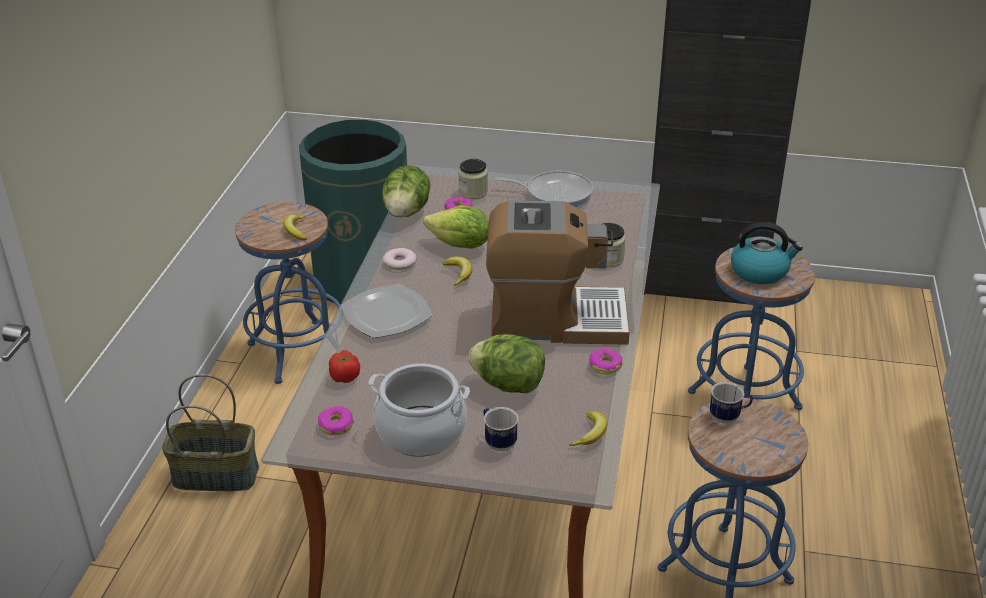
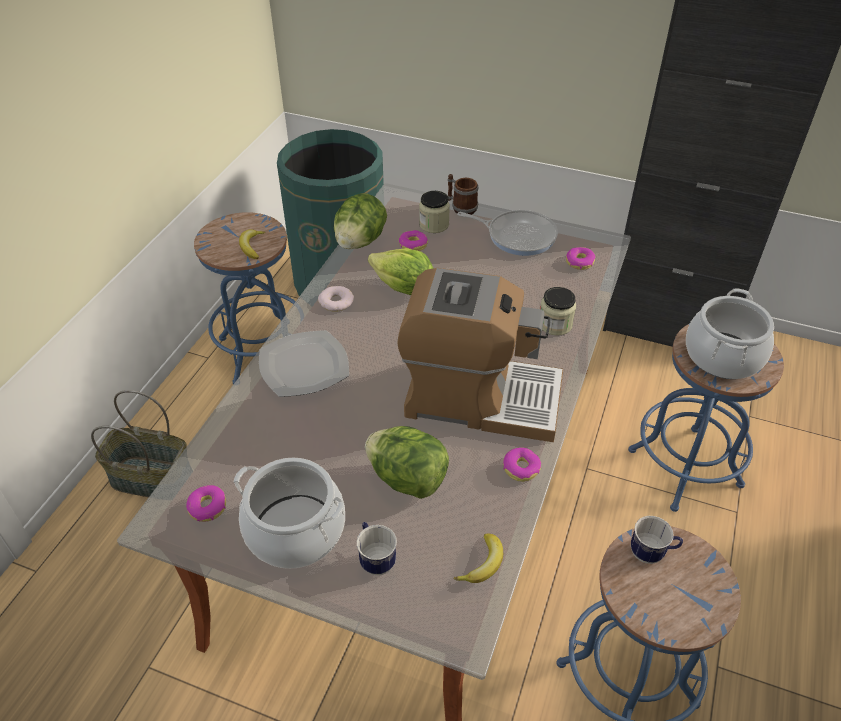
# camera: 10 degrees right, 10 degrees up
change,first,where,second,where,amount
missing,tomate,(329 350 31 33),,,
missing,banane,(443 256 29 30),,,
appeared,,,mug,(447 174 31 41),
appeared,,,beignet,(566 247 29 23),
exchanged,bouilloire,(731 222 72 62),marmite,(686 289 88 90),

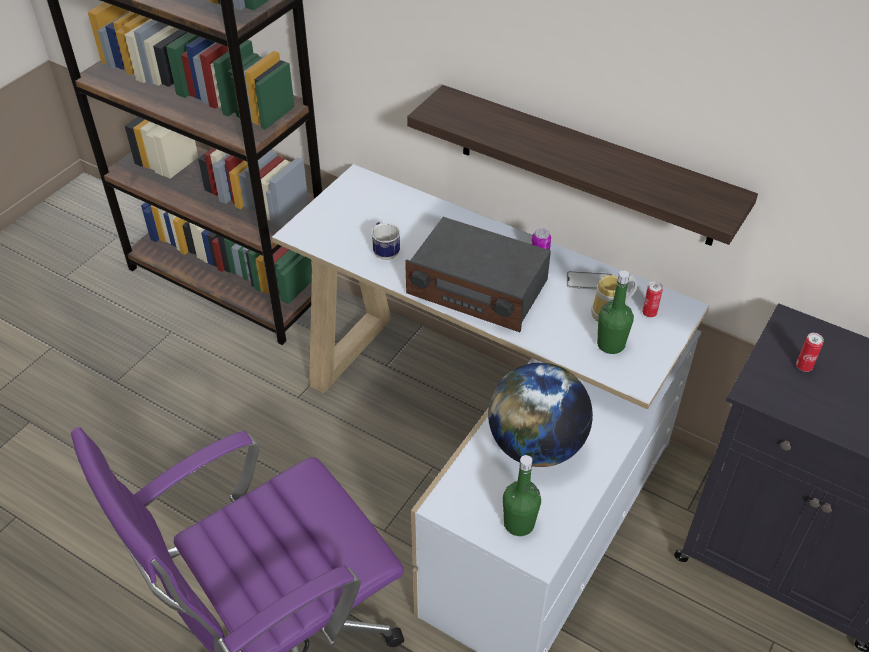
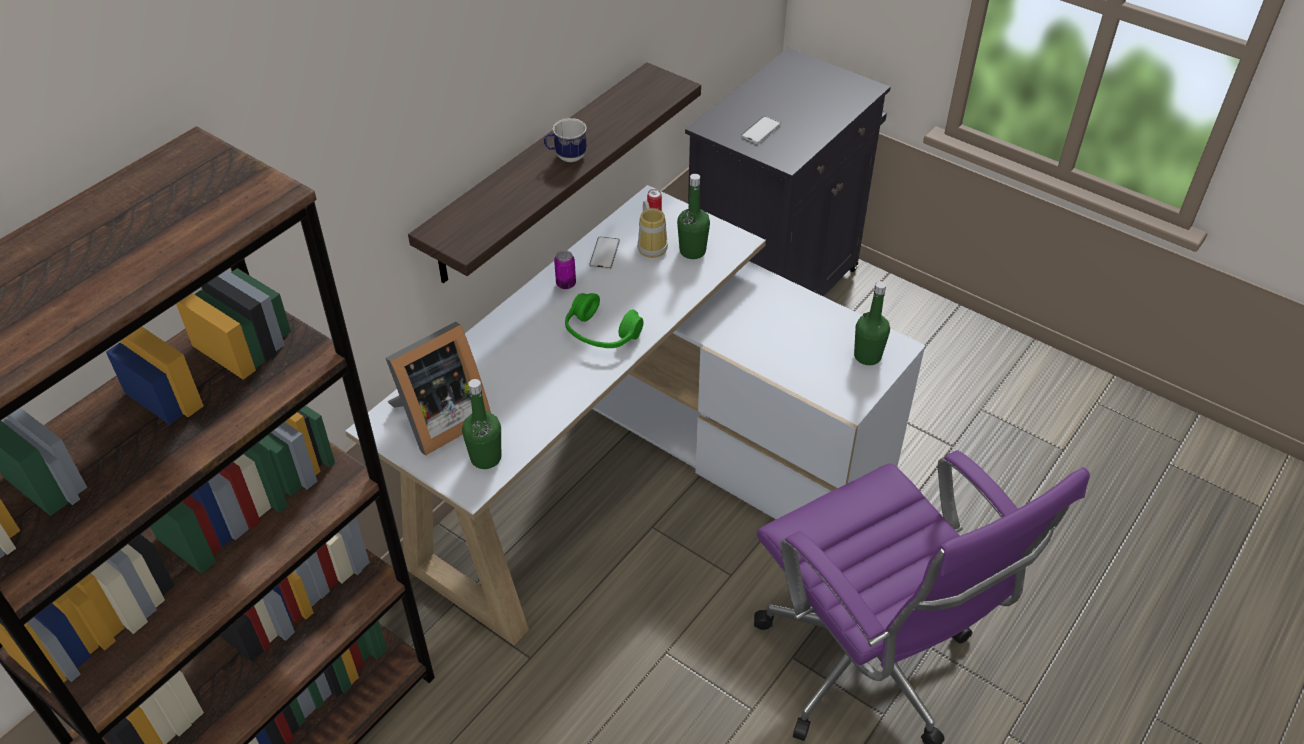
# camera: 85 degrees left, 0 degrees up
change,first,where,second,where,amount
missing,globe,(488 363 105 104),,,
appeared,,,cadre photo,(386 322 105 134),
appeared,,,bouteille [vert],(462 379 39 90),
relocated,mug,(371 222 29 38),,(544 118 43 44),
exchanged,radio,(405 217 146 115),casque audio [vert],(565 293 78 55),
exchanged,boîte métallique,(796 333 28 39),téléphone,(741 116 40 28),

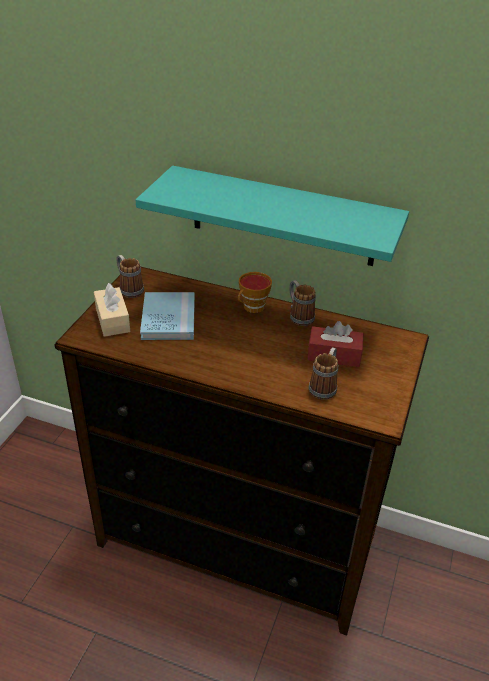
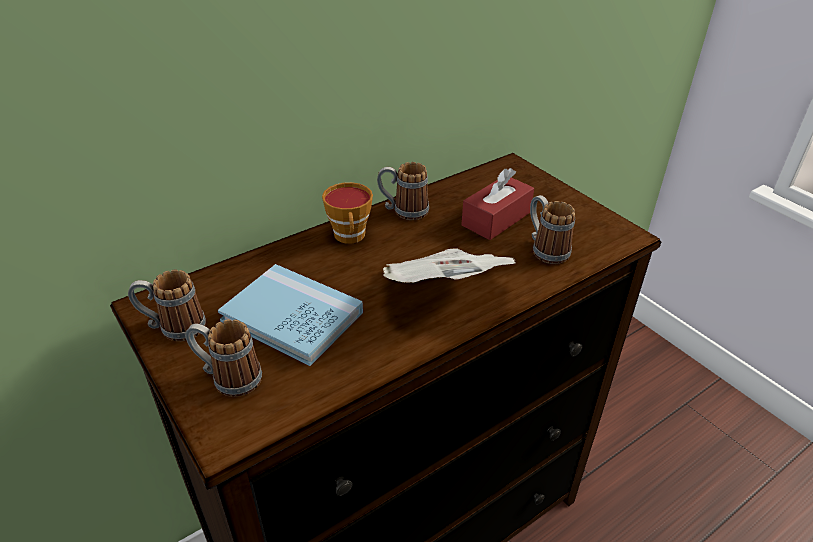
# camera: 55 degrees left, 0 degrees up
change,first,where,second,where,amount
missing,étagère [turquoise],(136 166 273 100),,,
appeared,,,journal,(383 248 132 35),
exchanged,boîte à mouchoirs [beige],(94 283 36 54),mug,(185 319 77 78),

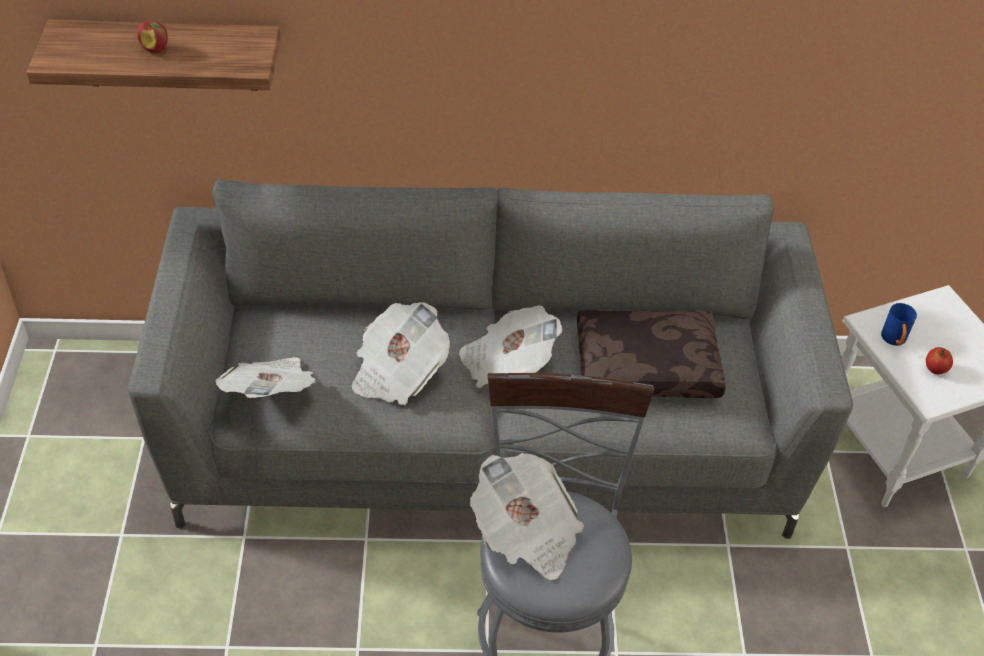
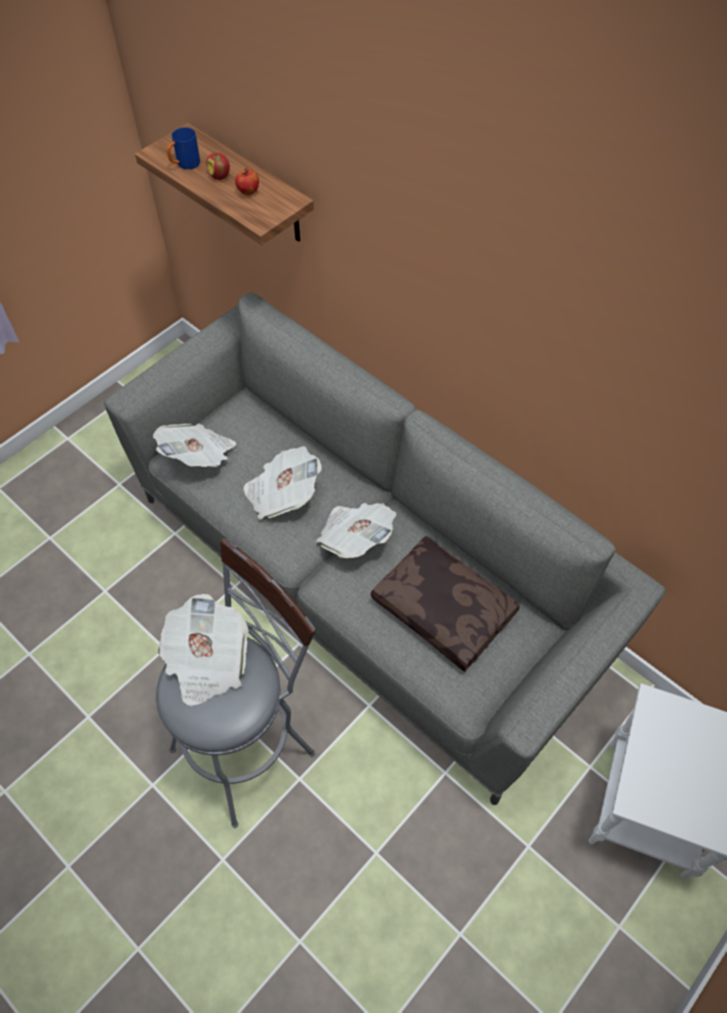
# camera: 45 degrees right, 10 degrees up
change,first,where,second,where,amount
relocated,mug [bleu],(881 303 36 43),,(167 128 33 41),
relocated,pomme,(926 347 27 27),,(235 168 24 27),

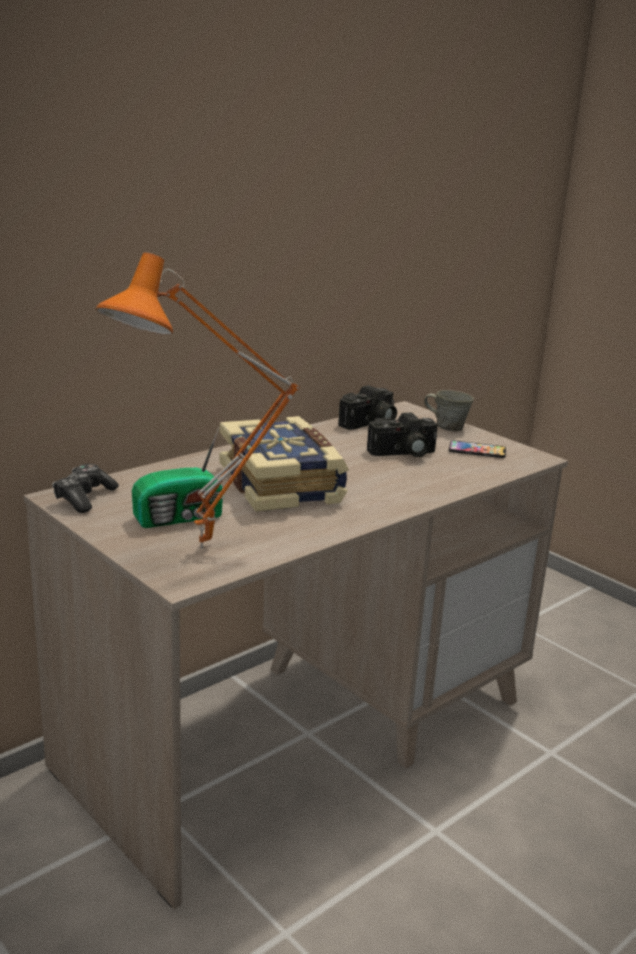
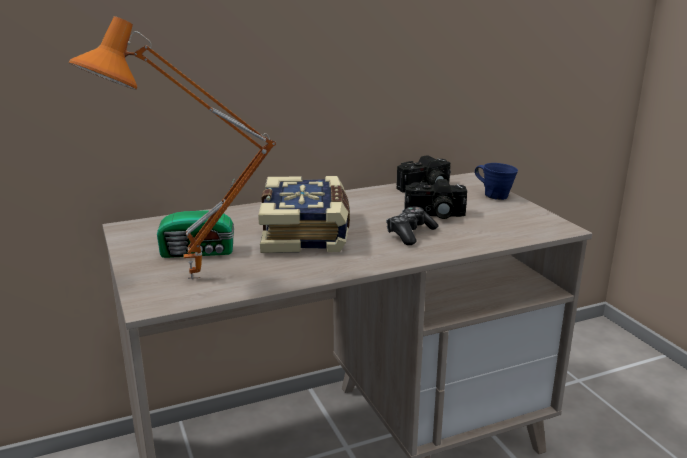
# camera: 20 degrees right, 0 degrees up
change,first,where,second,where,amount
missing,téléphone,(449 441 57 17),,,
relocated,manette,(52 464 67 49),,(386 207 52 38),
colour,mug [gris],(424 390 50 41),mug [bleu],(475 163 43 37),

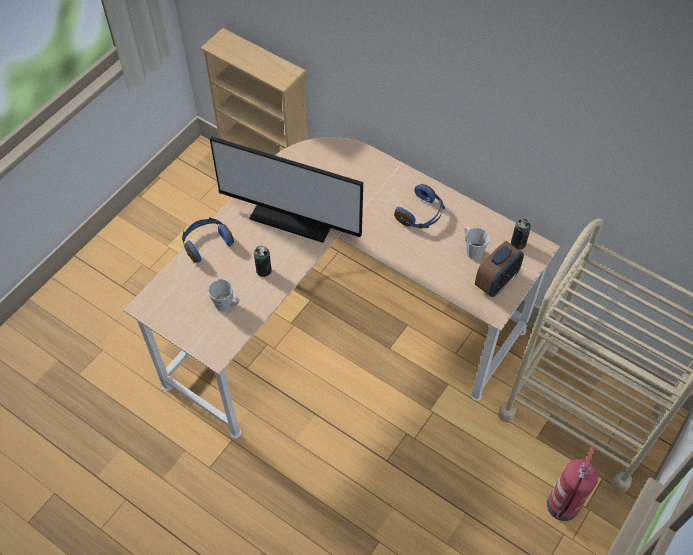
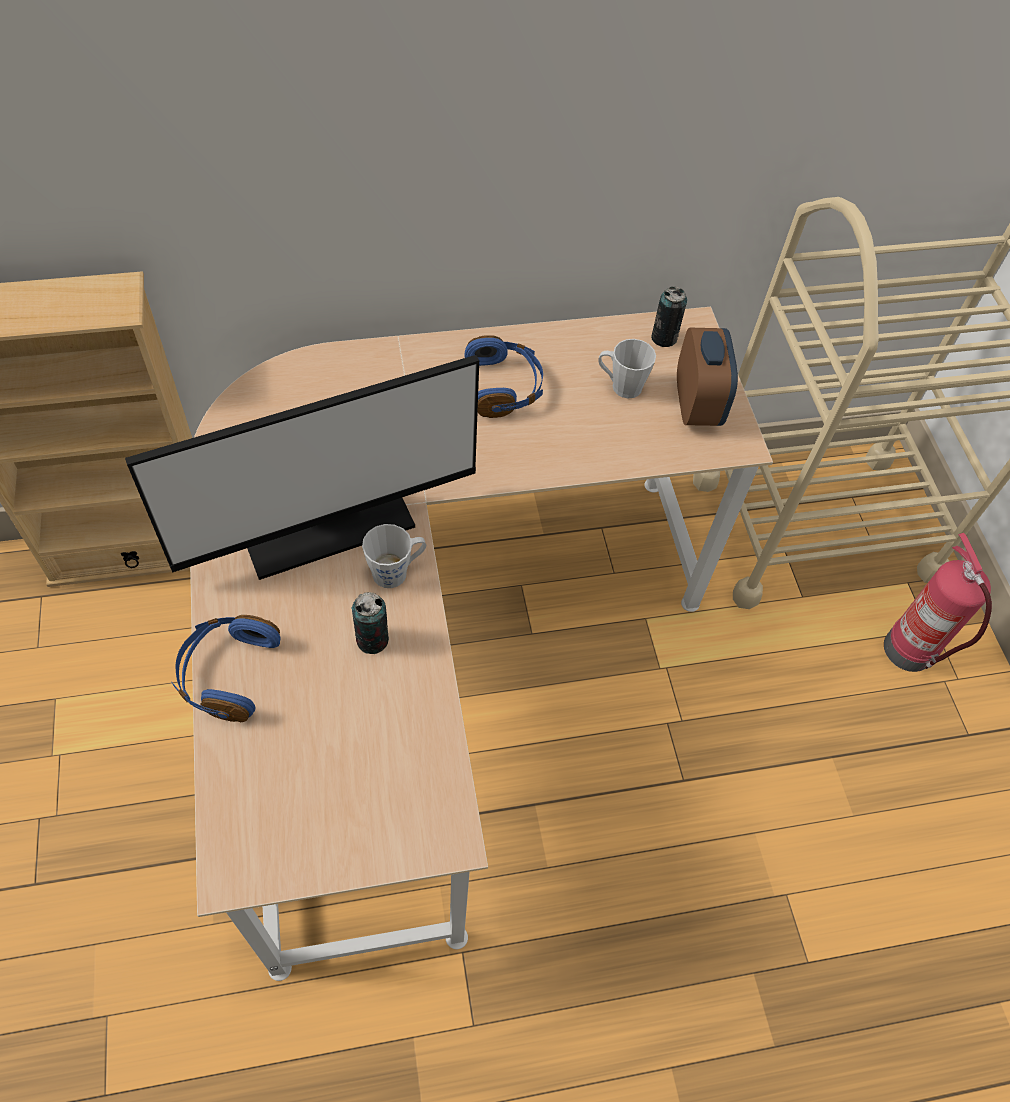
# camera: 50 degrees left, 0 degrees up
change,first,where,second,where,amount
relocated,mug [gris],(208 279 32 32),,(362 524 64 64),

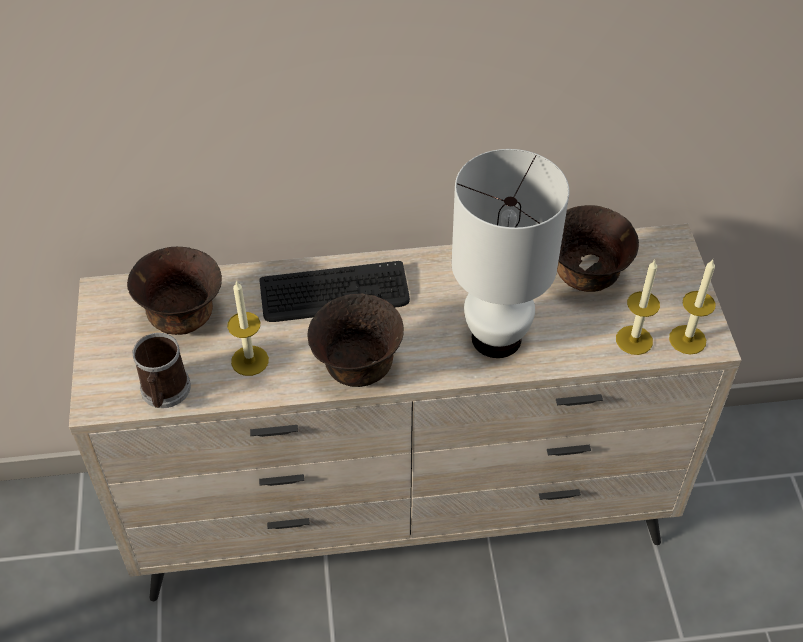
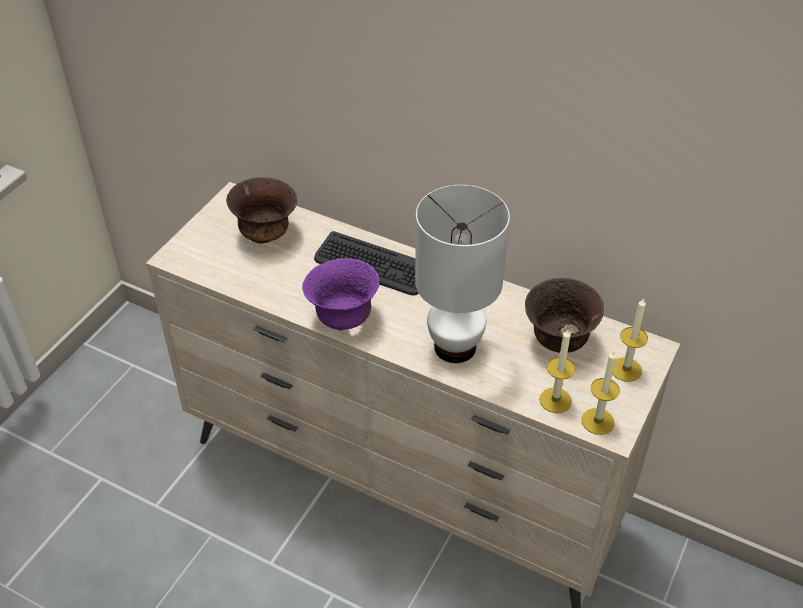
# camera: 35 degrees right, 5 degrees down
change,first,where,second,where,amount
missing,mug,(132 333 59 75),,,
relocated,bougie,(227 280 42 96),,(613 297 35 85),
colour,bol [marron],(307 294 97 93),bol [violet],(302 258 77 73),

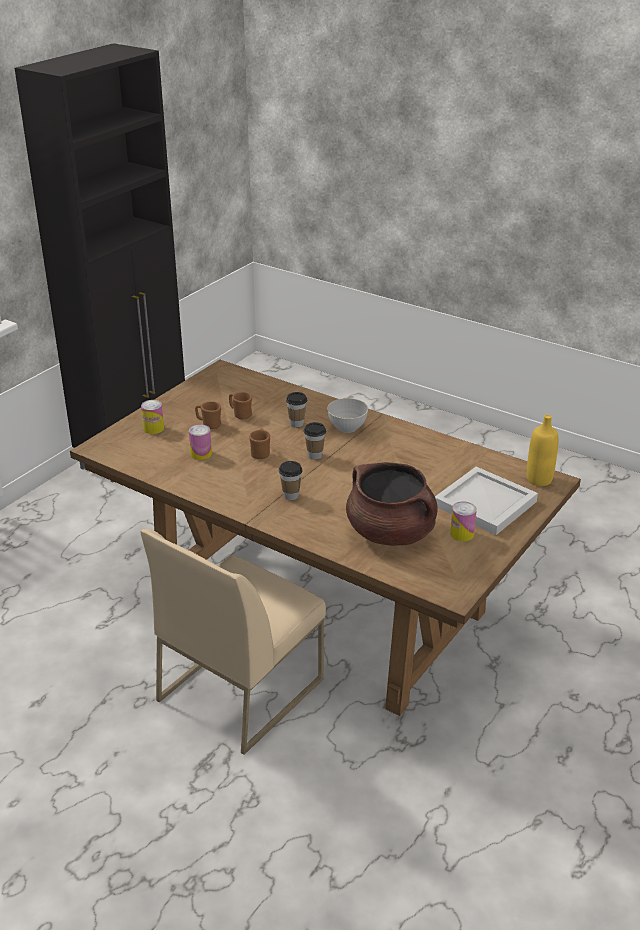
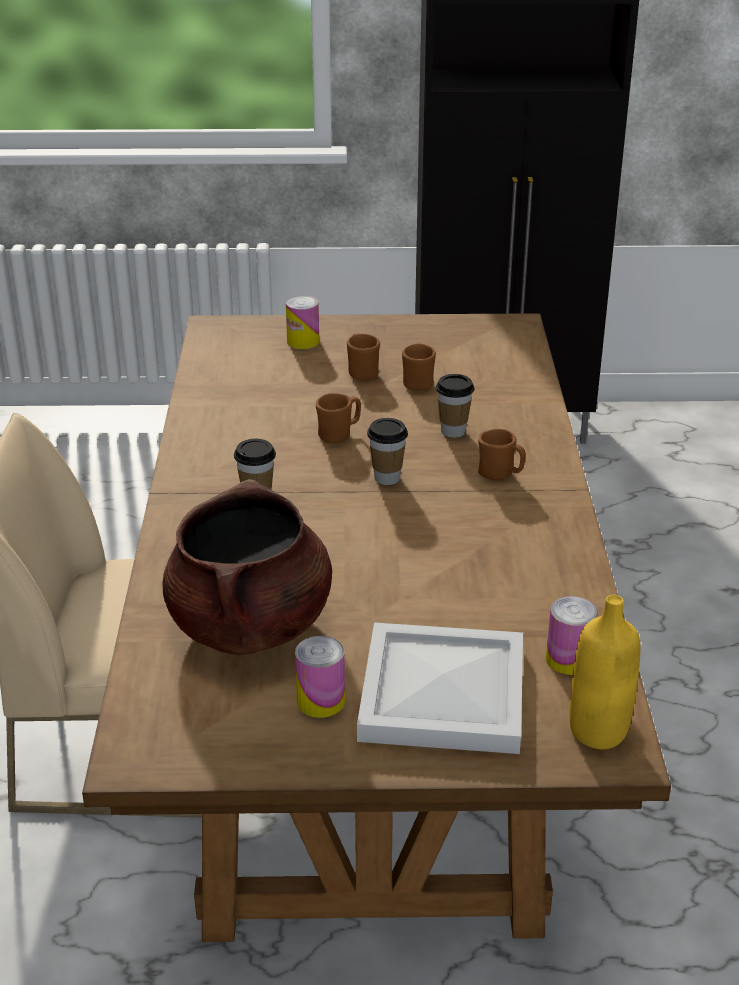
# camera: 55 degrees right, 0 degrees up
change,first,where,second,where,amount
relocated,boîte métallique,(189 425 23 35),,(546 596 52 79),
exchanged,bol [gris],(327 398 41 35),mug [marron],(478 429 48 51),

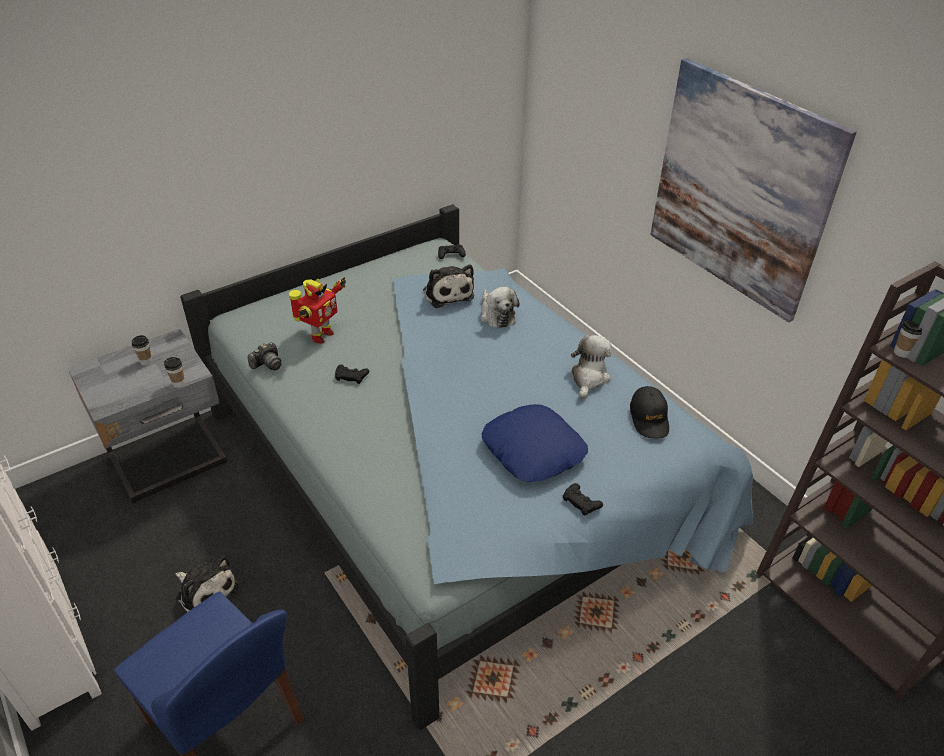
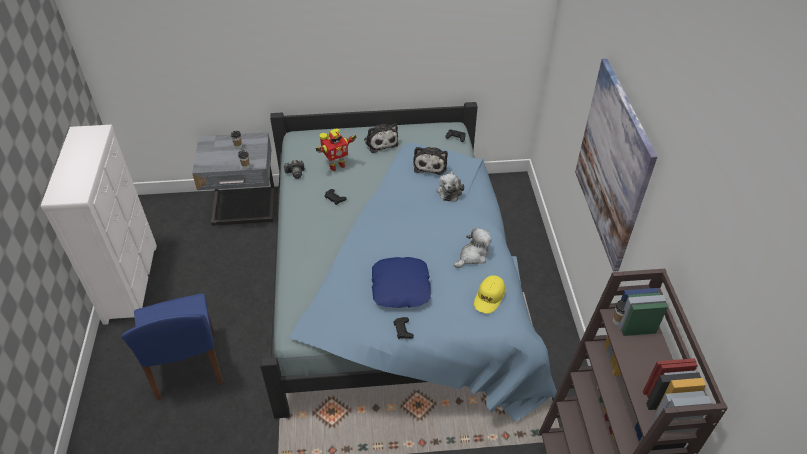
# camera: 30 degrees right, 5 degrees up
change,first,where,second,where,amount
relocated,peluche,(176 555 62 57),,(364 123 34 30),
colour,casquette [noir],(630 386 39 52),casquette [jaune],(474 275 31 39),

